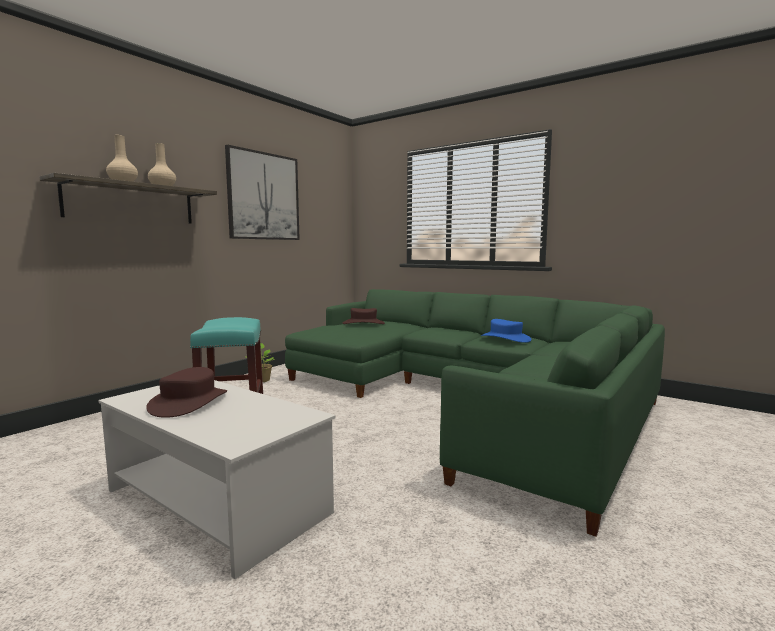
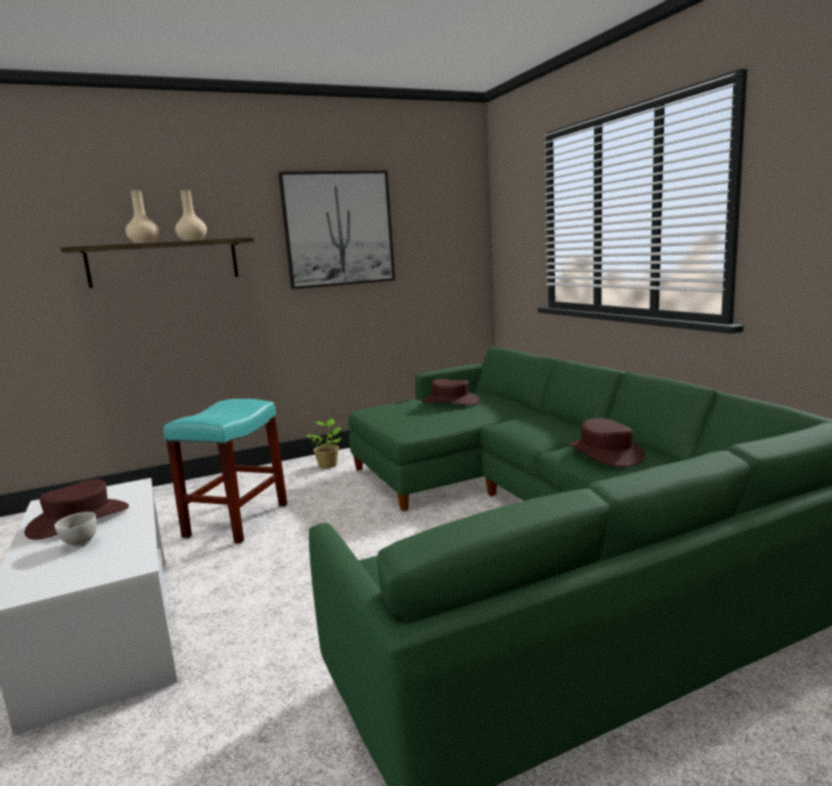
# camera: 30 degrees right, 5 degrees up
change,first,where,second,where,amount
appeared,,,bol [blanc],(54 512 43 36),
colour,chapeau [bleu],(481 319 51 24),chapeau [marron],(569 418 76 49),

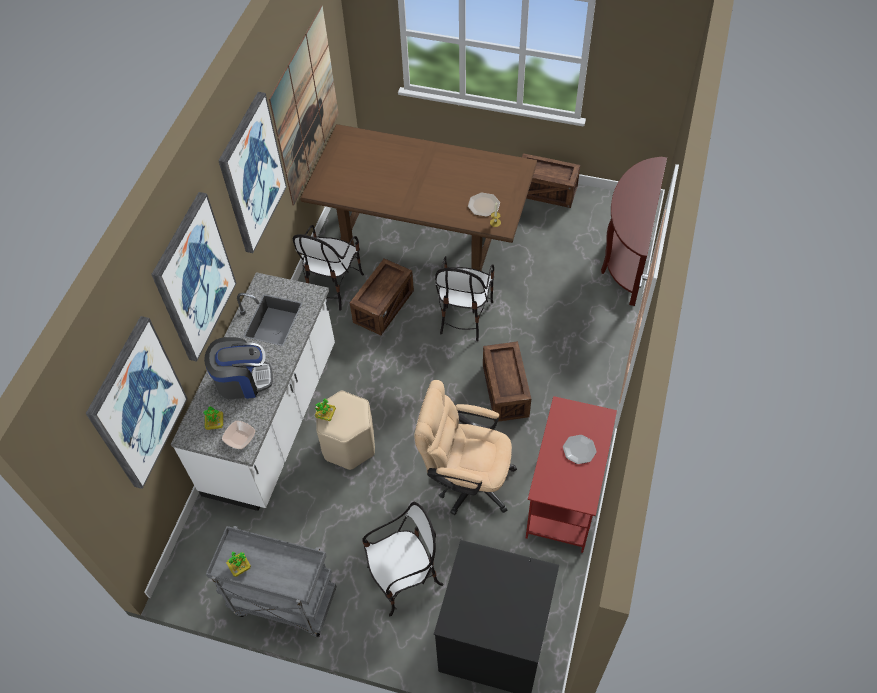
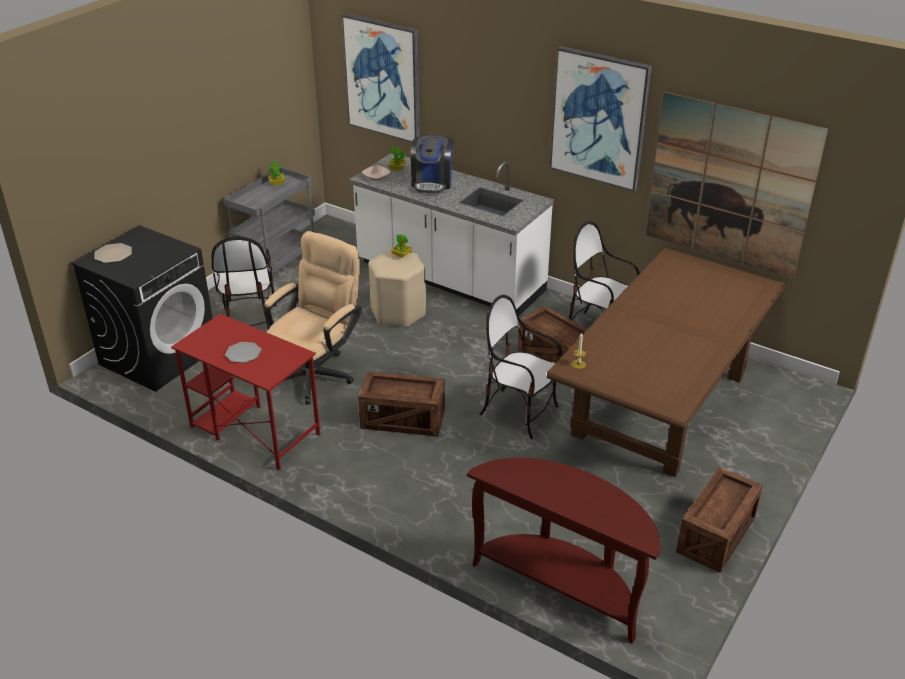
# camera: 105 degrees right, 20 degrees down
change,first,where,second,where,amount
missing,tableau,(151 192 86 170),,,
relocated,assiette,(468 193 32 24),,(94 243 38 20),

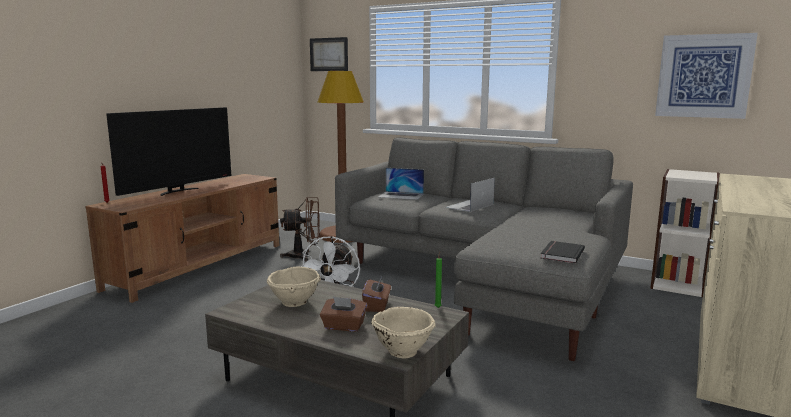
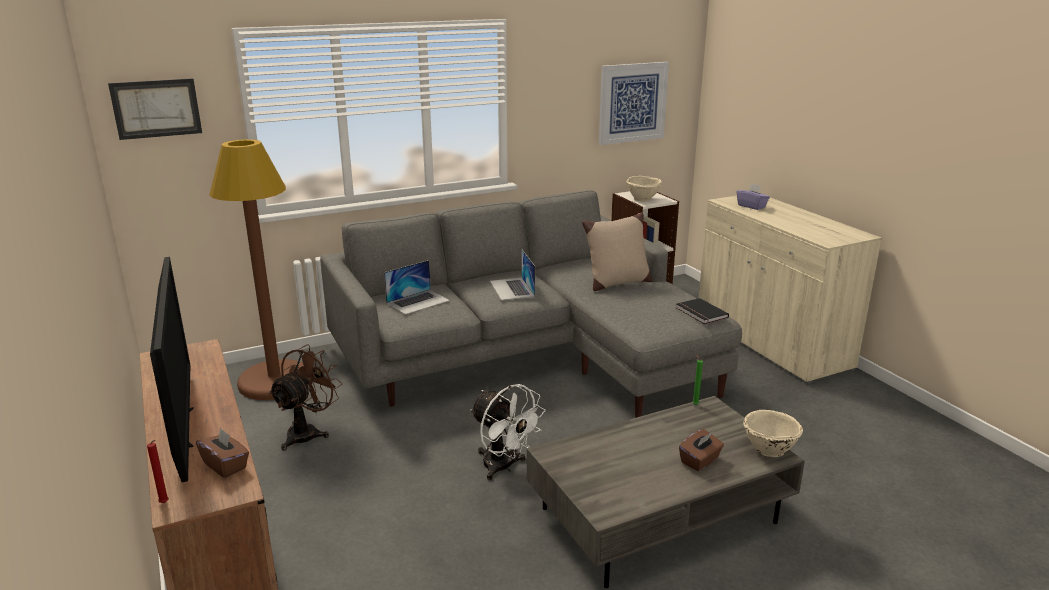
# camera: 55 degrees left, 10 degrees up
change,first,where,second,where,amount
appeared,,,coussin [beige],(582 212 70 79),
appeared,,,boîte à mouchoirs [violet],(737 183 33 27),
relocated,bol [beige],(267 266 54 41),,(626 176 36 25),
relocated,boîte à mouchoirs [marron],(362 275 29 37),,(196 427 53 51),

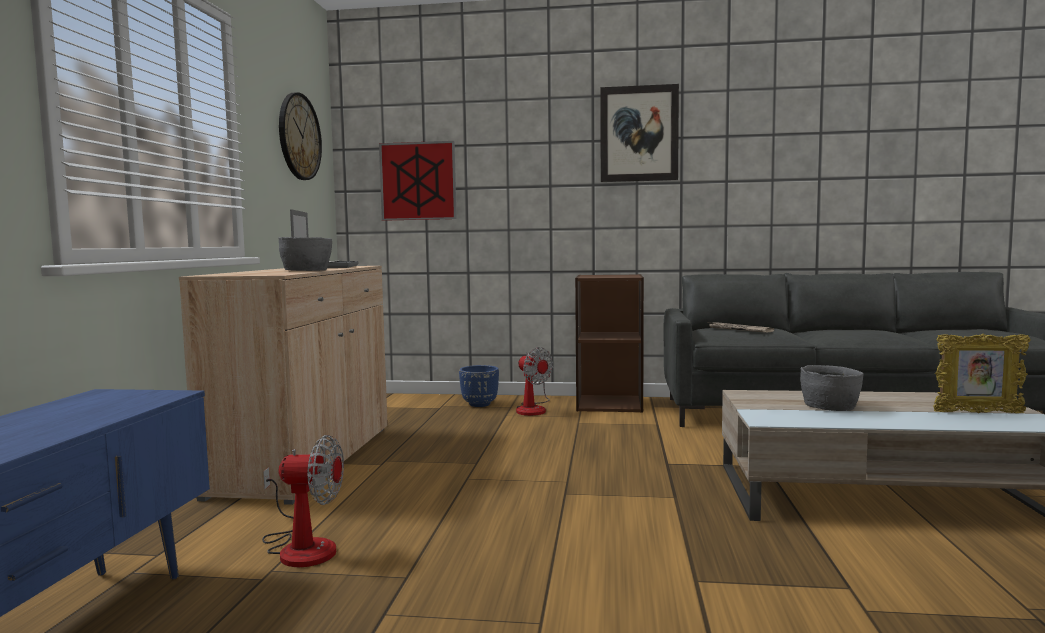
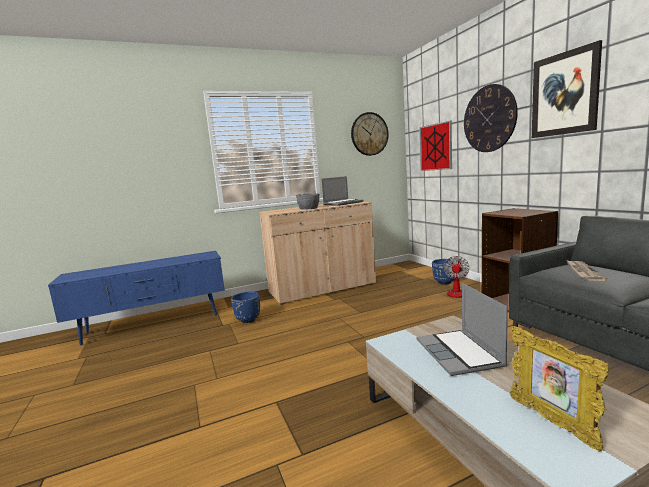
# camera: 60 degrees right, 5 degrees up
change,first,where,second,where,amount
appeared,,,horloge murale,(464 84 54 68),
exchanged,ventilateur,(262 435 82 132),cache-pot [bleu],(231 291 29 32),
exchanged,bol [gris],(800 365 64 46),ordinateur portable,(417 283 91 93),

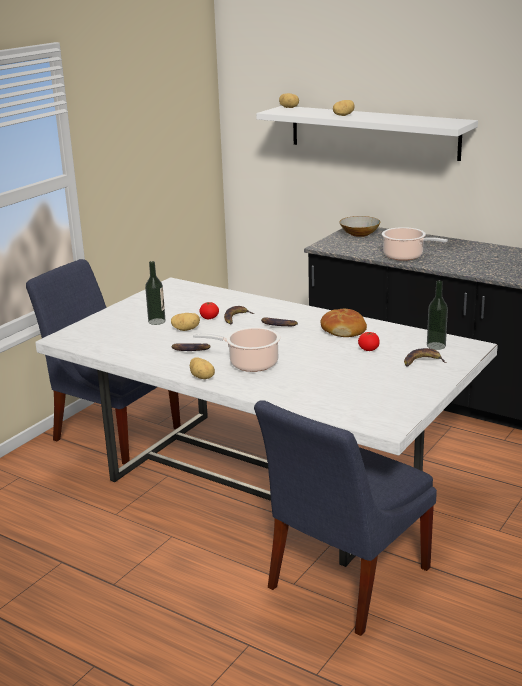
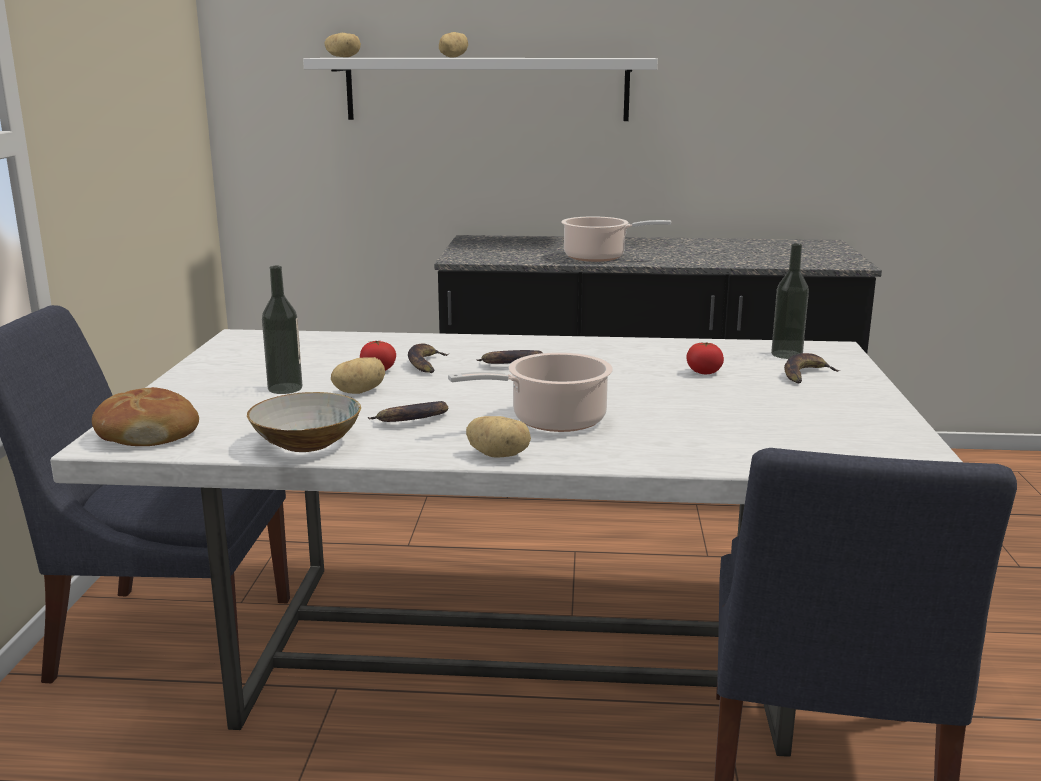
# camera: 30 degrees left, 5 degrees down
change,first,where,second,where,amount
relocated,pain,(320 309 47 28),,(92 387 107 59),
relocated,bol,(339 216 42 21),,(247 392 114 60),

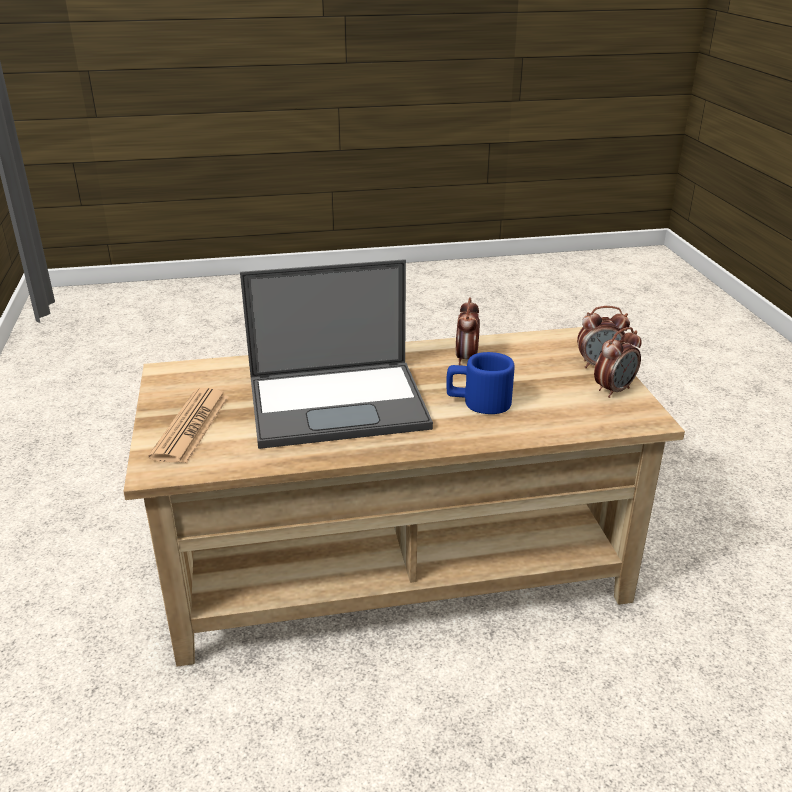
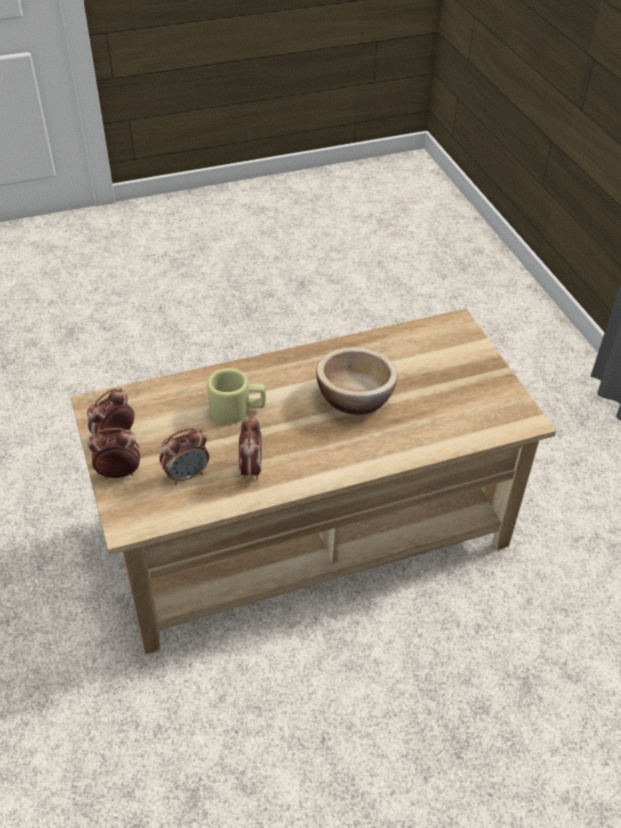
# camera: 170 degrees right, 15 degrees up
change,first,where,second,where,amount
missing,journal,(148 388 81 75),,,
appeared,,,réveil,(160 428 49 57),
exchanged,ordinateur portable,(240 259 193 190),bol,(316 347 82 68),
colour,mug [bleu],(446 352 69 62),mug [beige],(207 368 59 56),

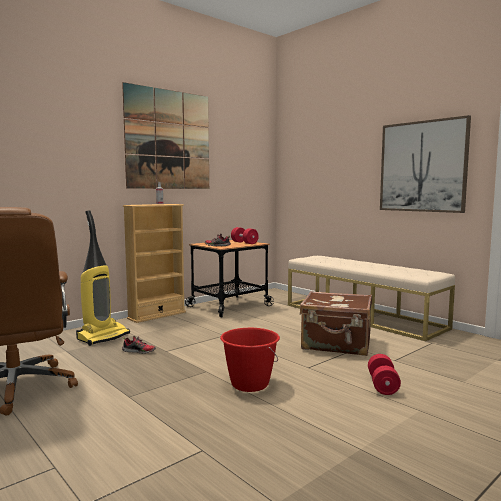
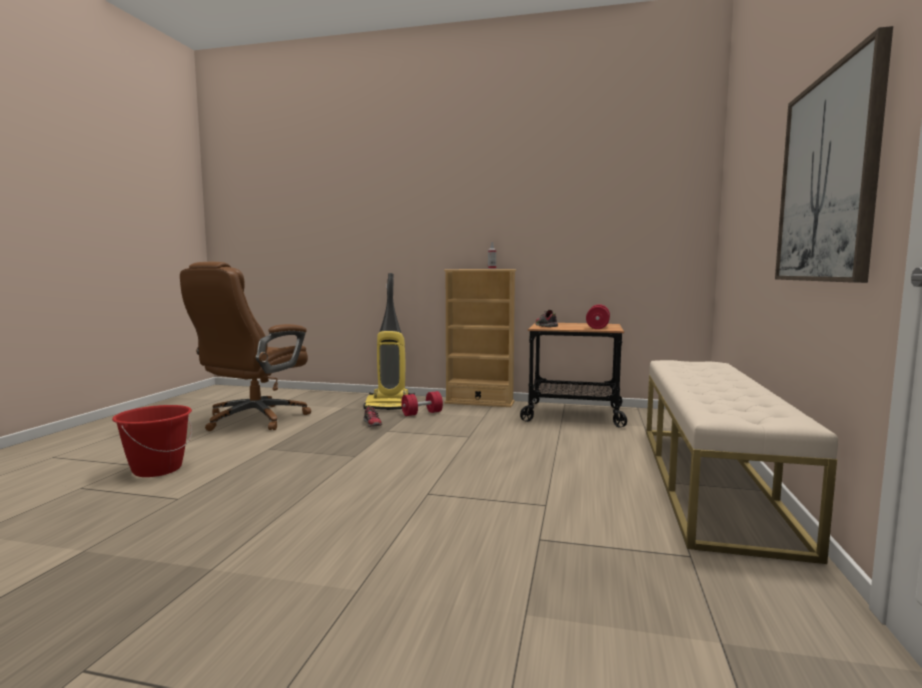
# camera: 55 degrees right, 0 degrees up
change,first,where,second,where,amount
missing,tableau,(122 82 87 107),,,
missing,valise [marron],(300 291 72 65),,,
relocated,seau [rouge],(220 328 60 64),,(112 405 80 72),
relocated,haltère [rouge],(368 354 33 41),,(401 391 42 25),

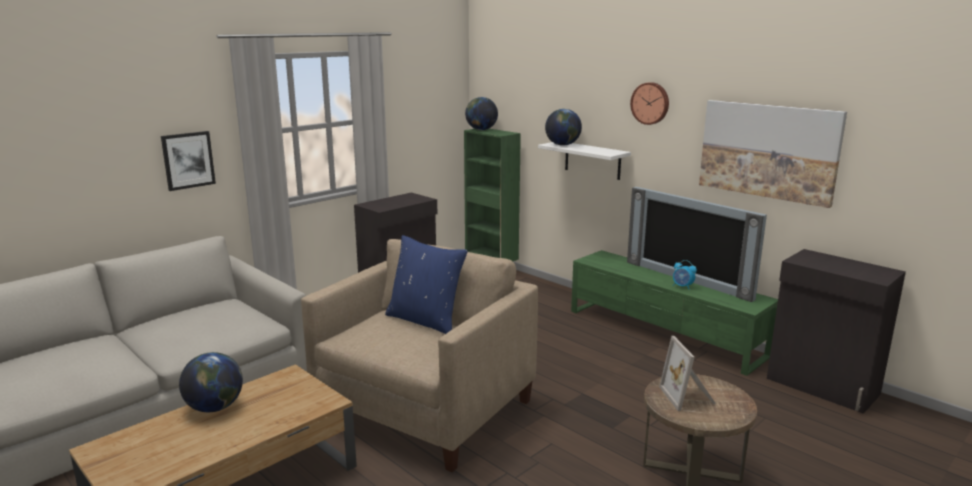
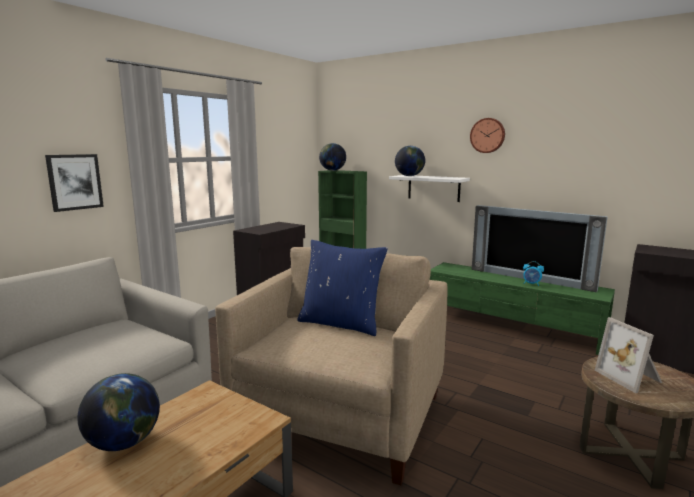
# camera: 10 degrees left, 5 degrees down
change,first,where,second,where,amount
missing,tableau,(699 100 148 108),,,

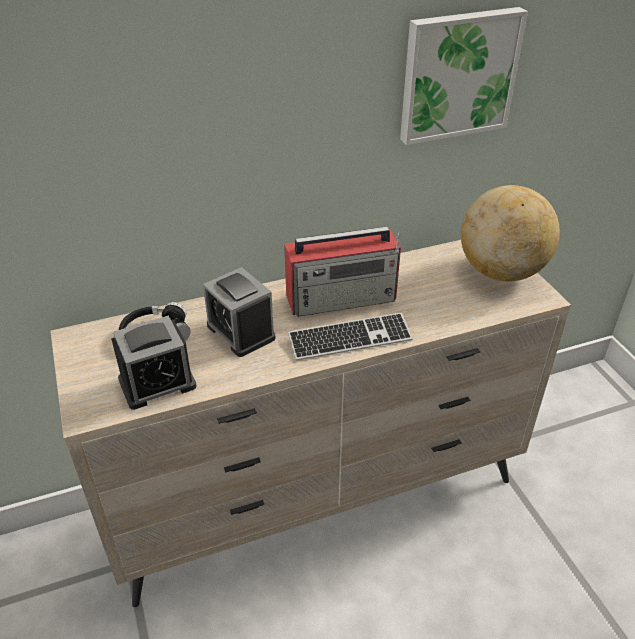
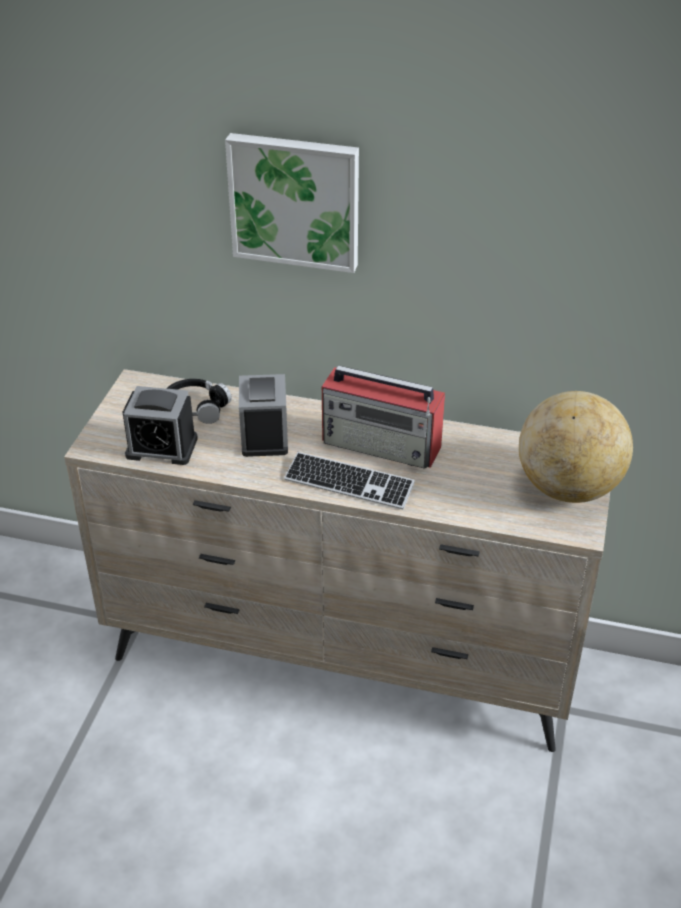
# camera: 35 degrees right, 0 degrees up
change,first,where,second,where,amount
relocated,tableau,(400 7 128 138),,(225 133 134 140),

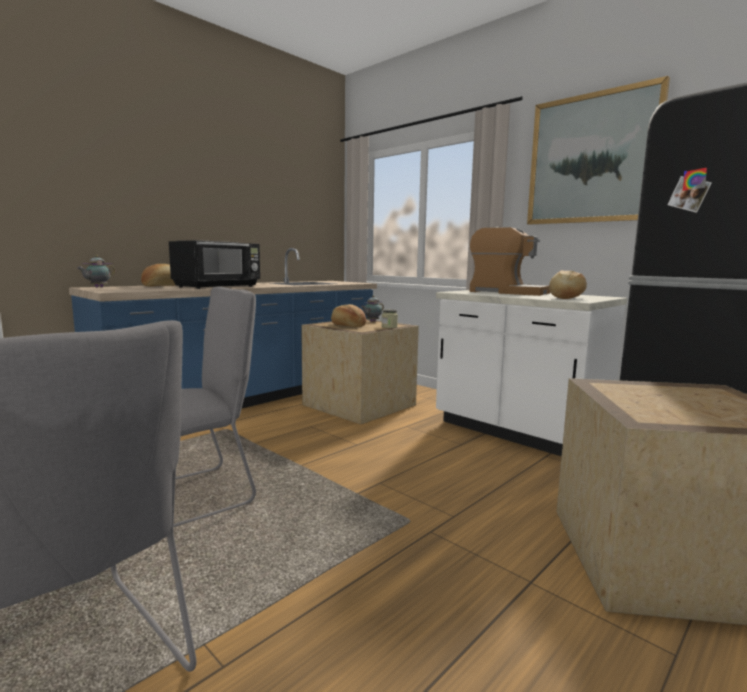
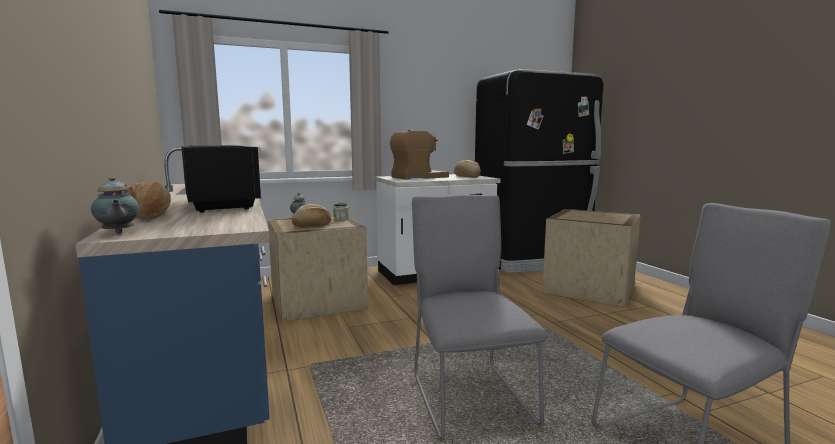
# camera: 65 degrees left, 0 degrees up
change,first,where,second,where,amount
missing,tableau,(527 76 143 149),,,

